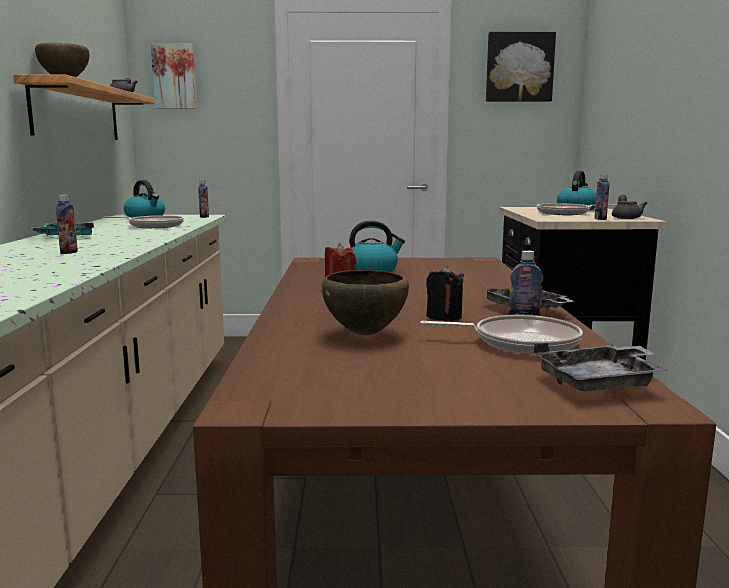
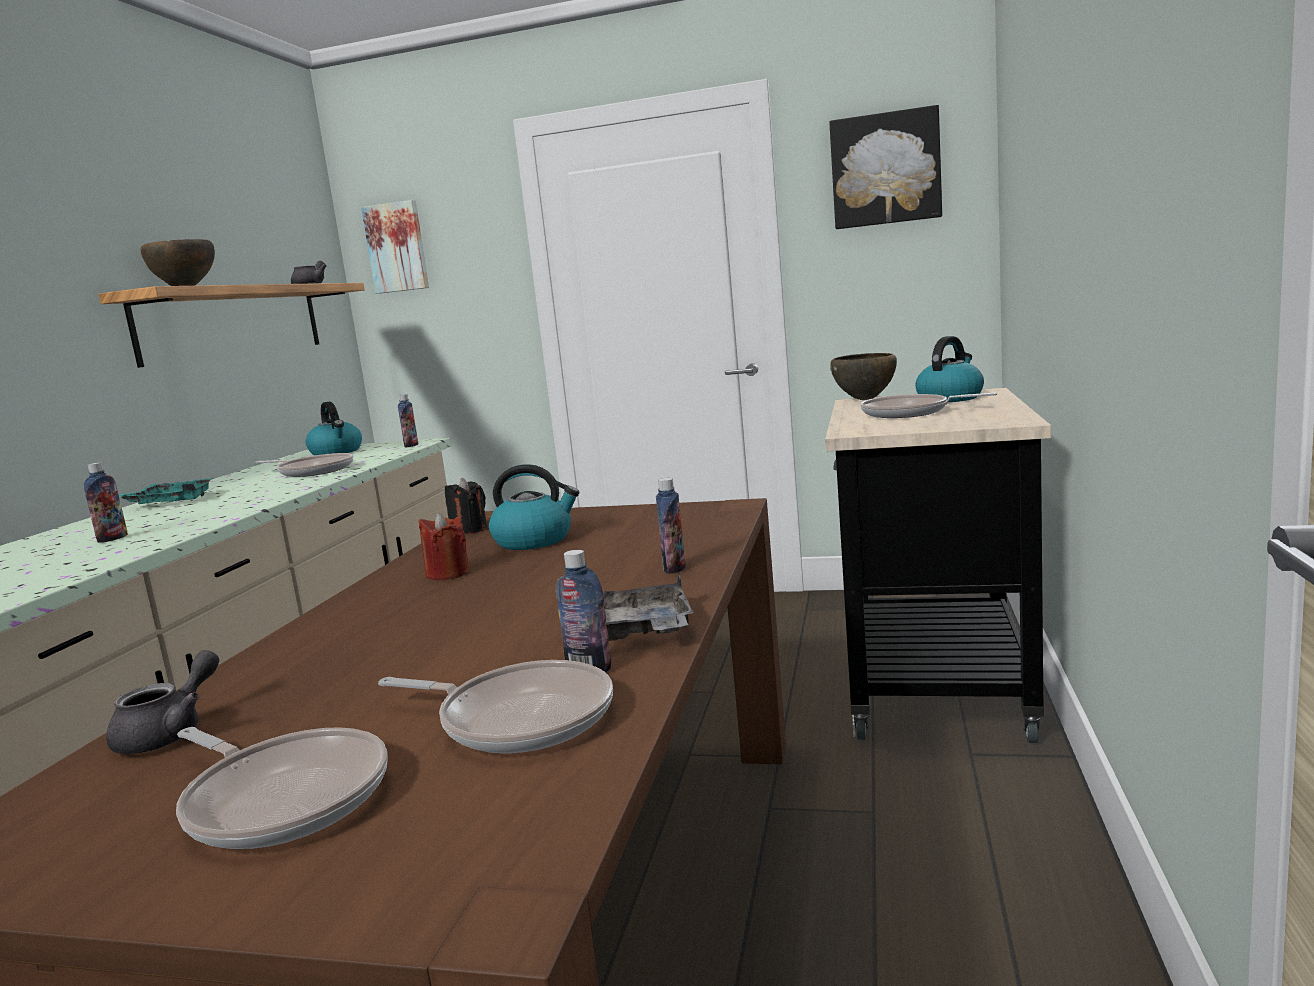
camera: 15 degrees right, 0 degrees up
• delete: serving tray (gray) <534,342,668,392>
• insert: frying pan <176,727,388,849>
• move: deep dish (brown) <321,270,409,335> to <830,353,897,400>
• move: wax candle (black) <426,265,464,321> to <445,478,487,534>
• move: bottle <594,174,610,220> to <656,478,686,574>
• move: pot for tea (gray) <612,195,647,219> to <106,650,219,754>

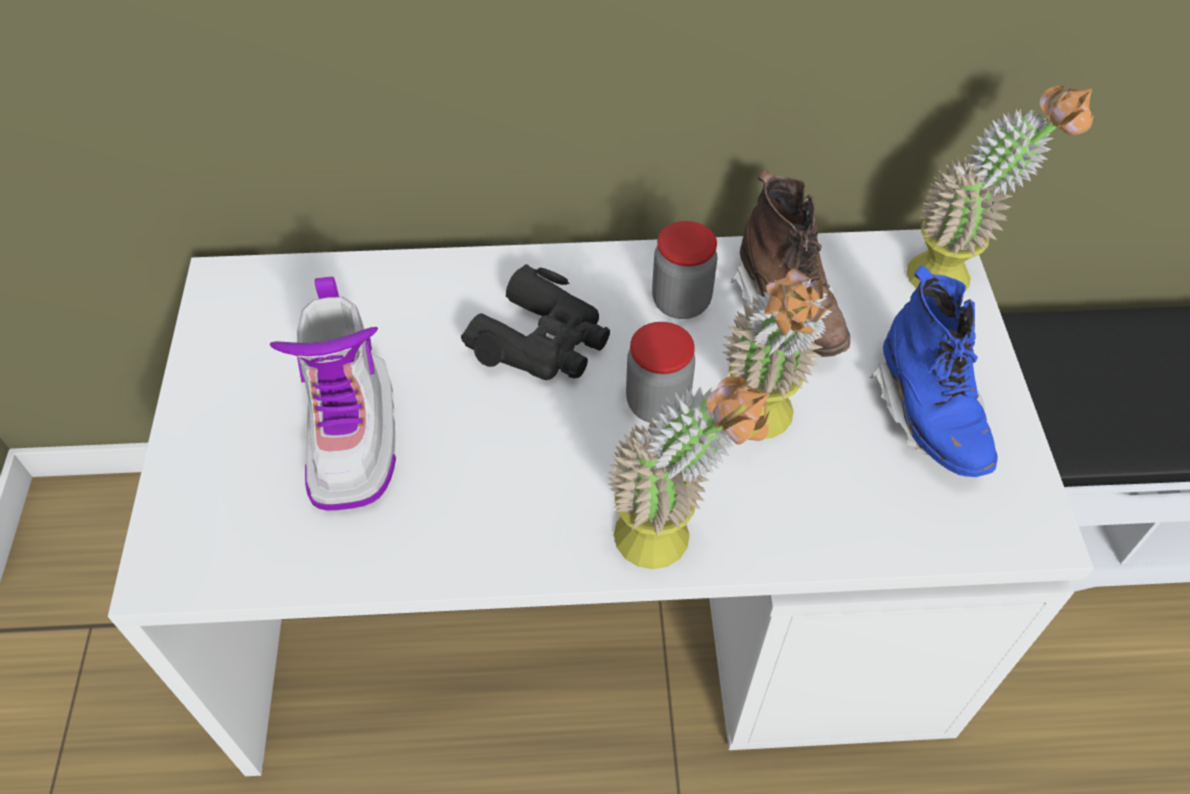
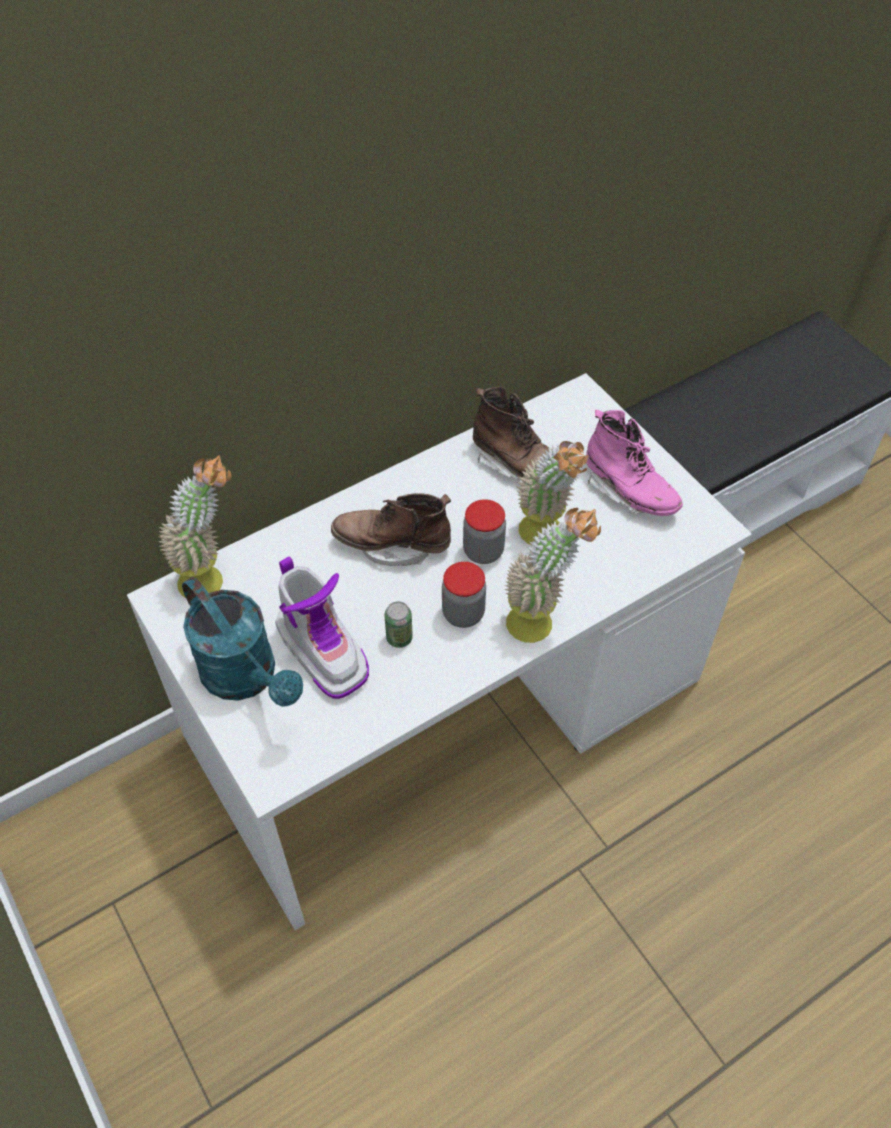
camera: 30 degrees left, 0 degrees up
• insert: sprinkling can (turquoise-coloured) <182,577,303,707>
• insert: sealed can <384,601,413,648>
• move: preserve jar <652,221,718,319> to <442,562,486,628>
• move: houseplant <906,86,1093,293> to <159,455,231,598>
• replace: field glasses (black) <461,264,610,380> to boot (brown) <331,493,451,566>
• recolor: boot (blue) <869,265,998,477> to boot (pink-coloured) <586,410,683,516>

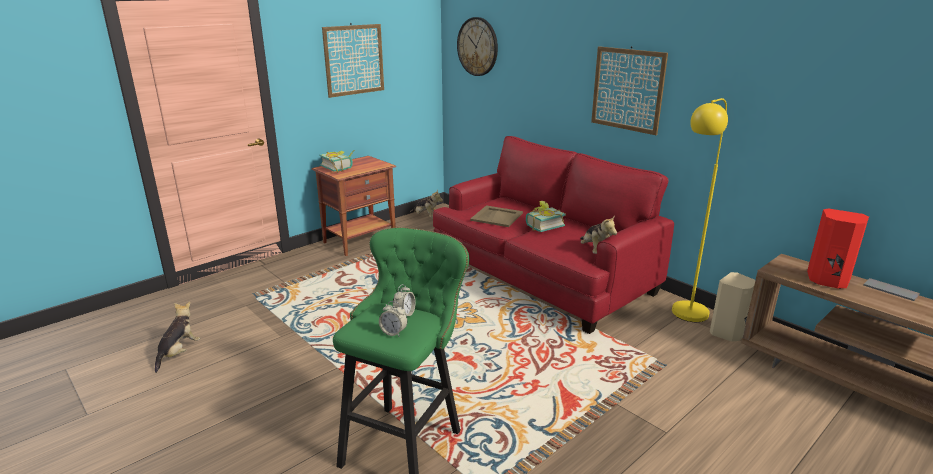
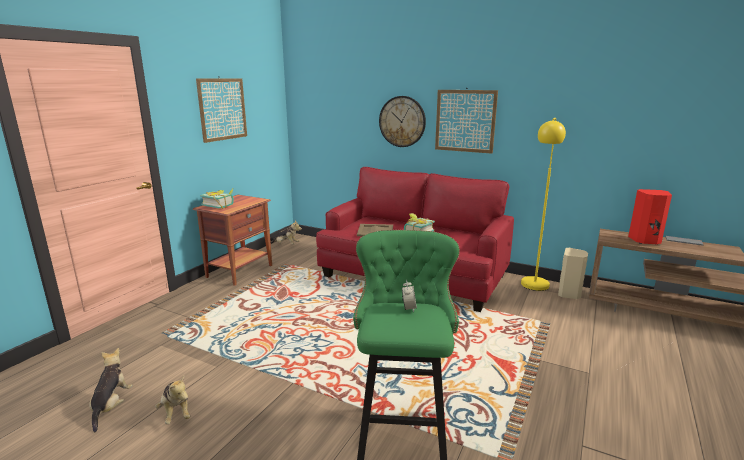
camera: 20 degrees left, 5 degrees down
• delete: table clock <379,301,407,337>
• move: clock on the wall <457,17,498,76> to <379,96,426,147>
• move: soft toy <580,215,617,254> to <155,376,190,424>

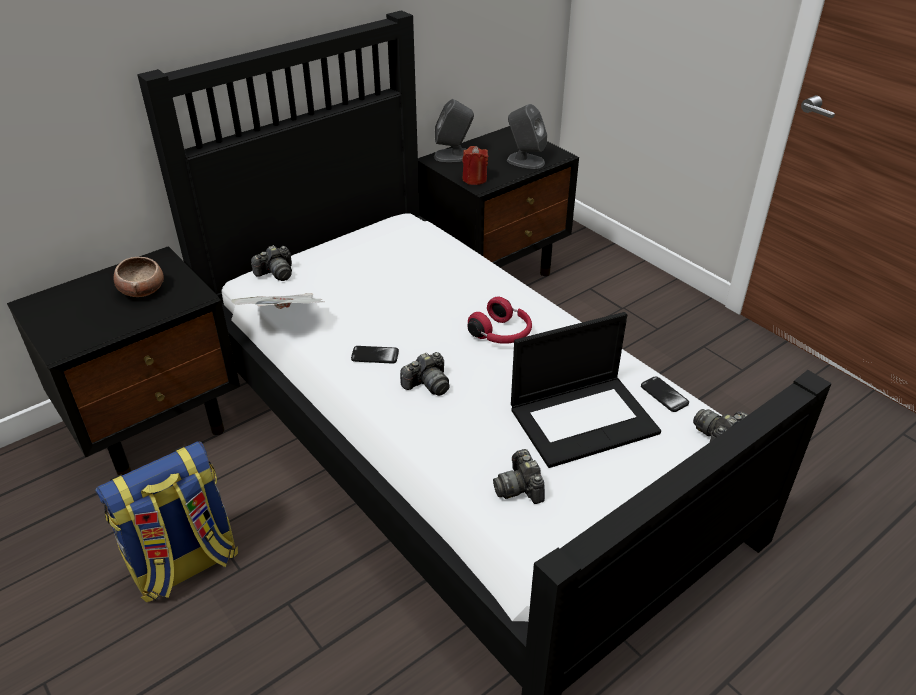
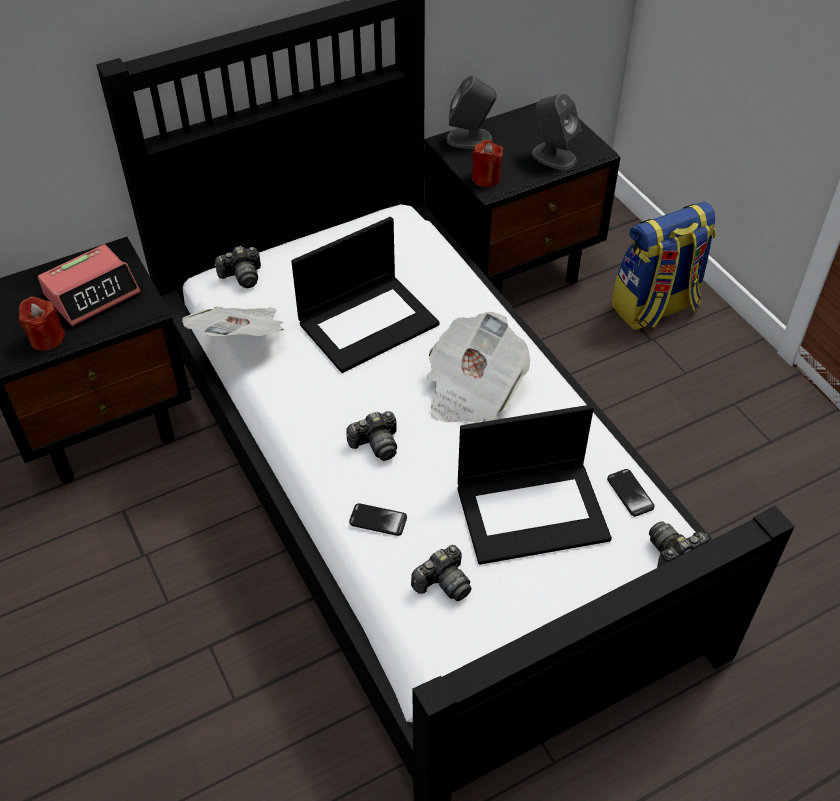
camera: 10 degrees right, 10 degrees up
• insert: wax candle (red) <18,296,65,351>
• insert: notebook computer <291,217,439,373>
• move: rucksack <95,441,238,602> to <612,202,716,330>
• move: telephone <351,346,399,364> to <349,503,407,536>
• replace: deep dish <113,257,164,297> to table clock <38,244,140,326>
• replace: pair of headphones (red) <467,297,532,344> to newspaper <427,312,530,423>
• rotate: still camera <493,449,545,504> = <411,545,472,601> 120 degrees counterclockwise

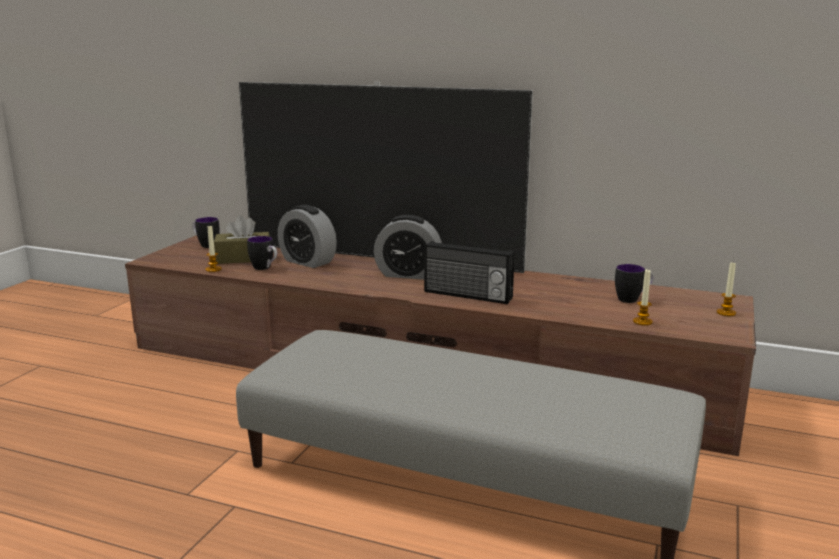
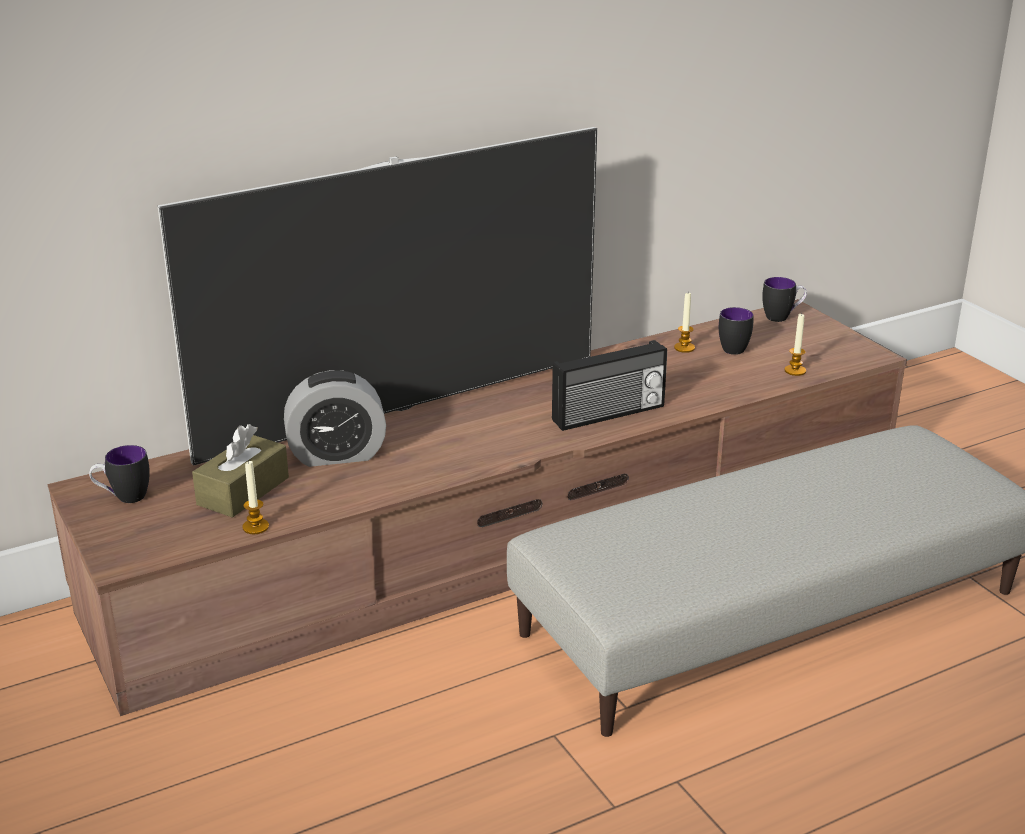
camera: 50 degrees left, 10 degrees up
• delete: table clock <374,215,442,280>
• move: mug <247,236,277,270> to <762,277,807,322>
• move: wax candle <717,263,736,316> to <674,293,695,353>

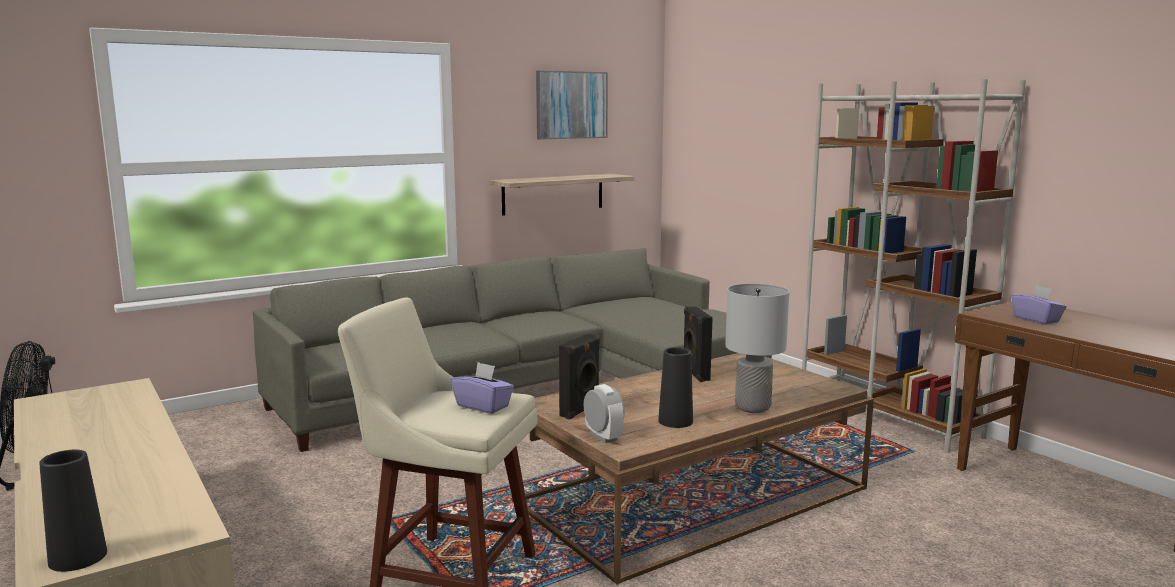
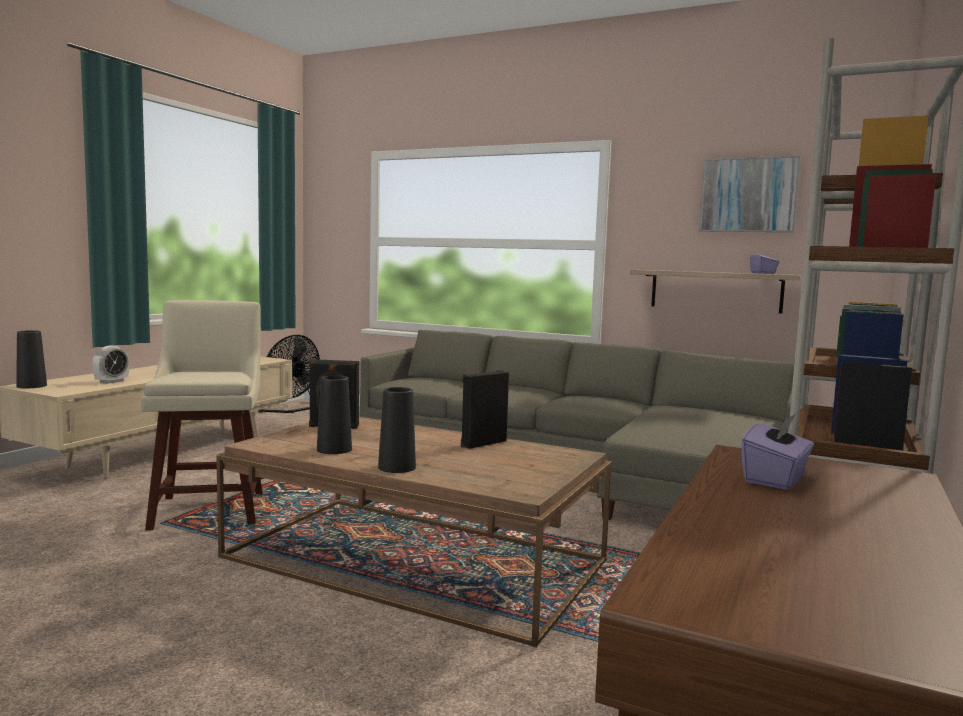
camera: 60 degrees right, 5 degrees down
• move: tissue holder (purple) <451,362,514,414> to <750,249,780,274>
• move: table clock <584,384,625,443> to <92,345,129,384>
• replace: tabletop lamp (gray) <725,283,789,413> to vase (black) <378,387,416,473>

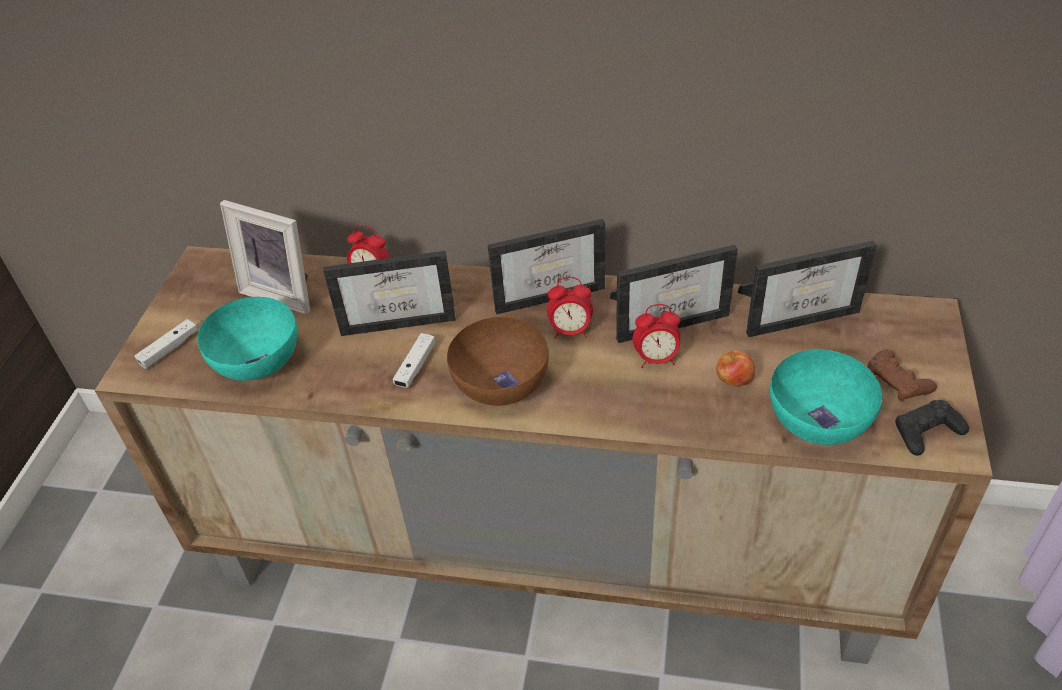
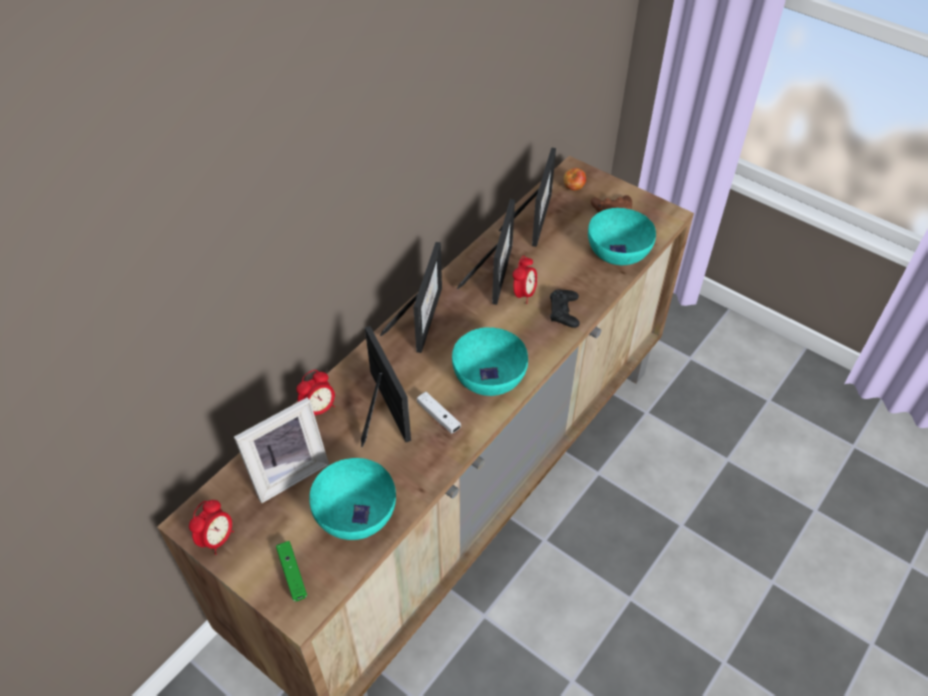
camera: 65 degrees left, 5 degrees up
• move: table clock <547,277,593,339> to <189,500,234,555>
• move: apple fruit <716,350,755,387> to <564,168,586,190>
• move: gamepad (black) <895,400,969,456> to <550,289,580,328>
• recolor: gamepad (white-coloured) <134,319,198,369> to gamepad (green-coloured) <276,541,307,601>
• recolor: deep dish (brown) <447,317,549,406> to deep dish (turquoise-coloured) <452,327,528,396>
• rotate: photo frame <323,251,456,336> = <361,326,411,448> 45 degrees counterclockwise

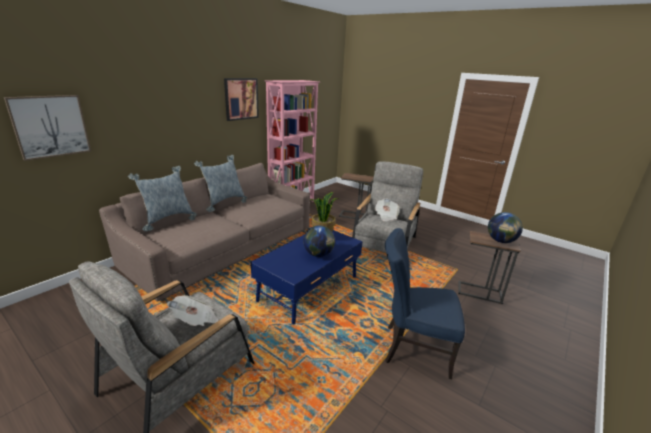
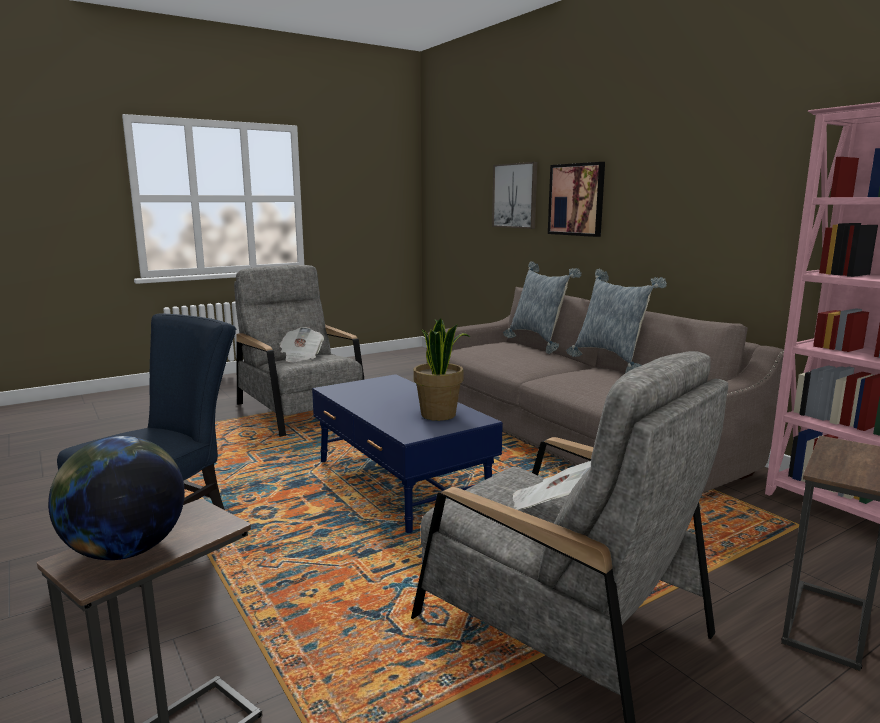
camera: 110 degrees right, 10 degrees down
• delete: globe <303,225,335,257>
• move: wall art <224,78,259,121> to <548,162,605,237>

